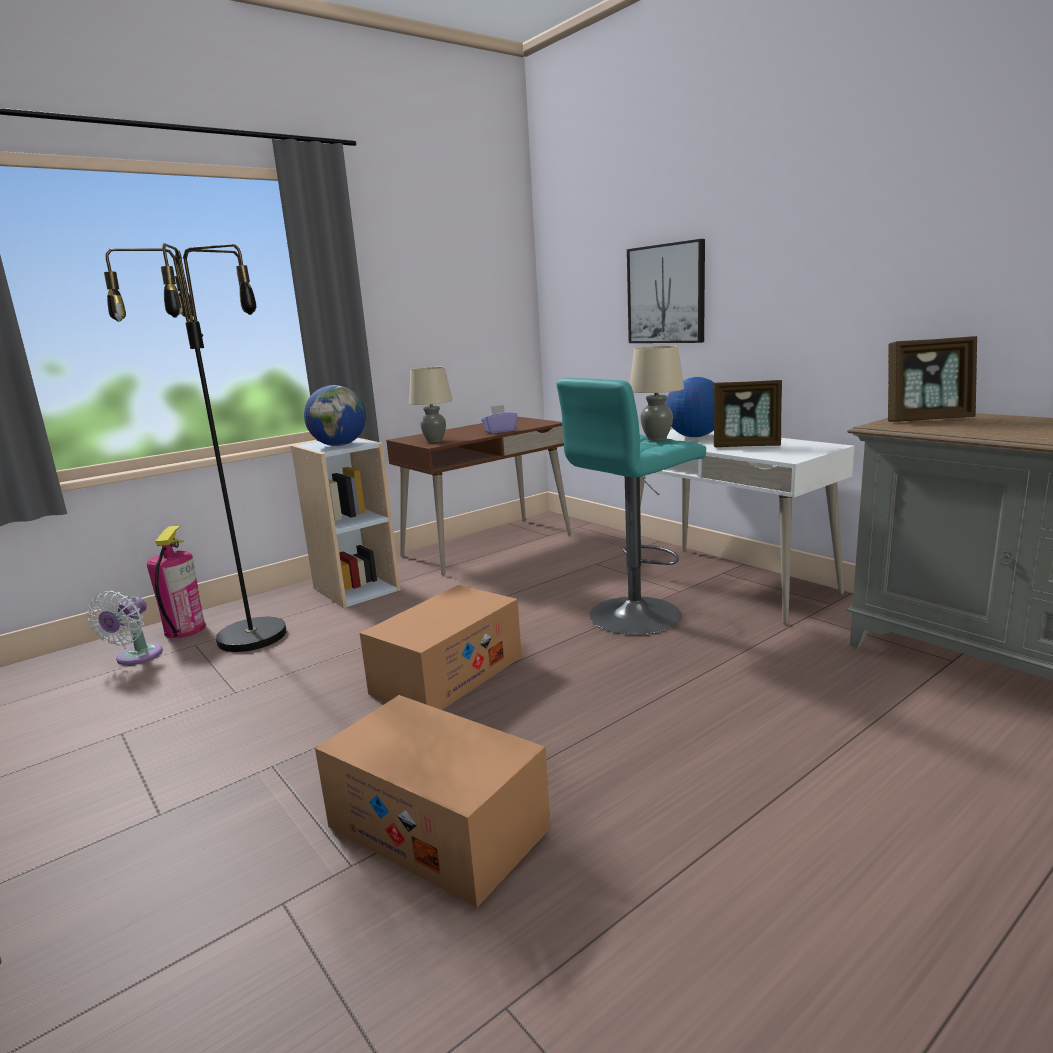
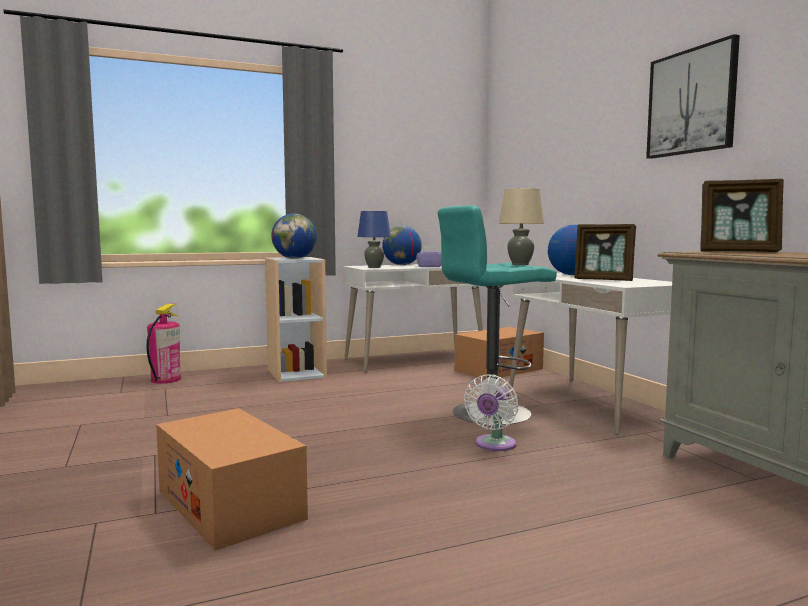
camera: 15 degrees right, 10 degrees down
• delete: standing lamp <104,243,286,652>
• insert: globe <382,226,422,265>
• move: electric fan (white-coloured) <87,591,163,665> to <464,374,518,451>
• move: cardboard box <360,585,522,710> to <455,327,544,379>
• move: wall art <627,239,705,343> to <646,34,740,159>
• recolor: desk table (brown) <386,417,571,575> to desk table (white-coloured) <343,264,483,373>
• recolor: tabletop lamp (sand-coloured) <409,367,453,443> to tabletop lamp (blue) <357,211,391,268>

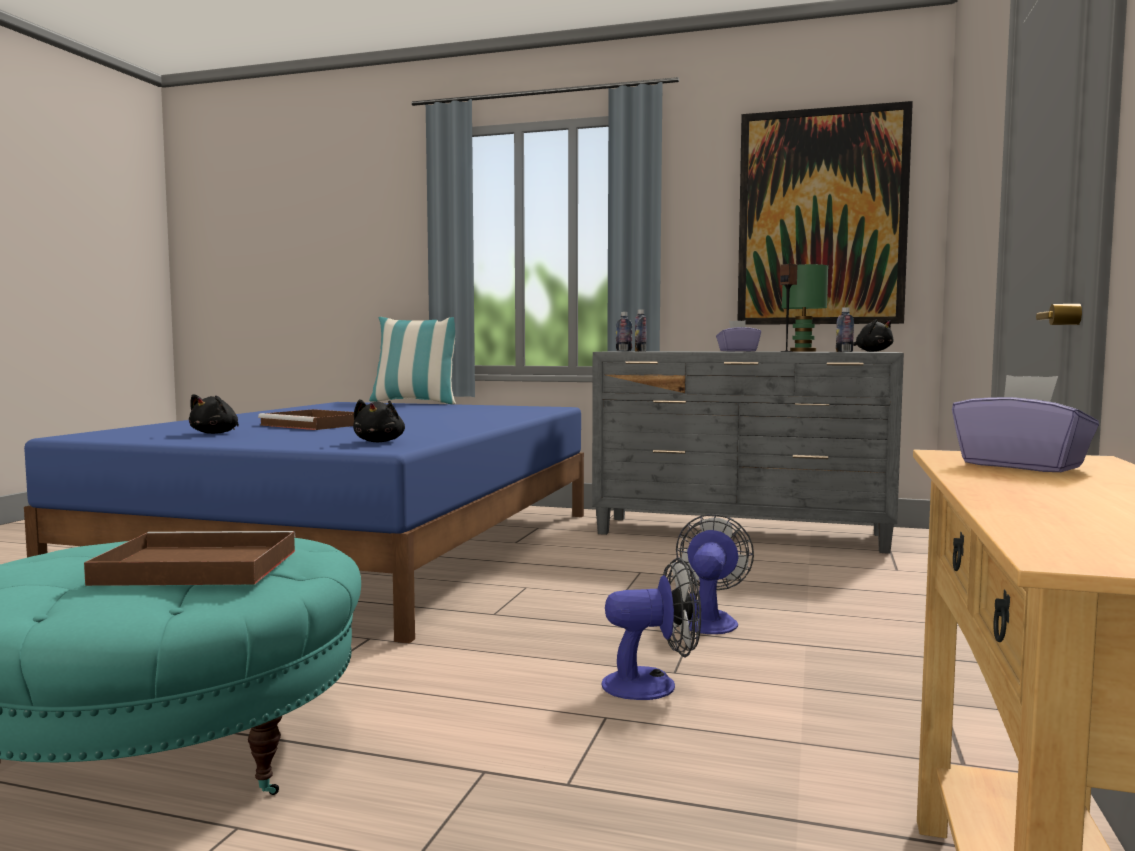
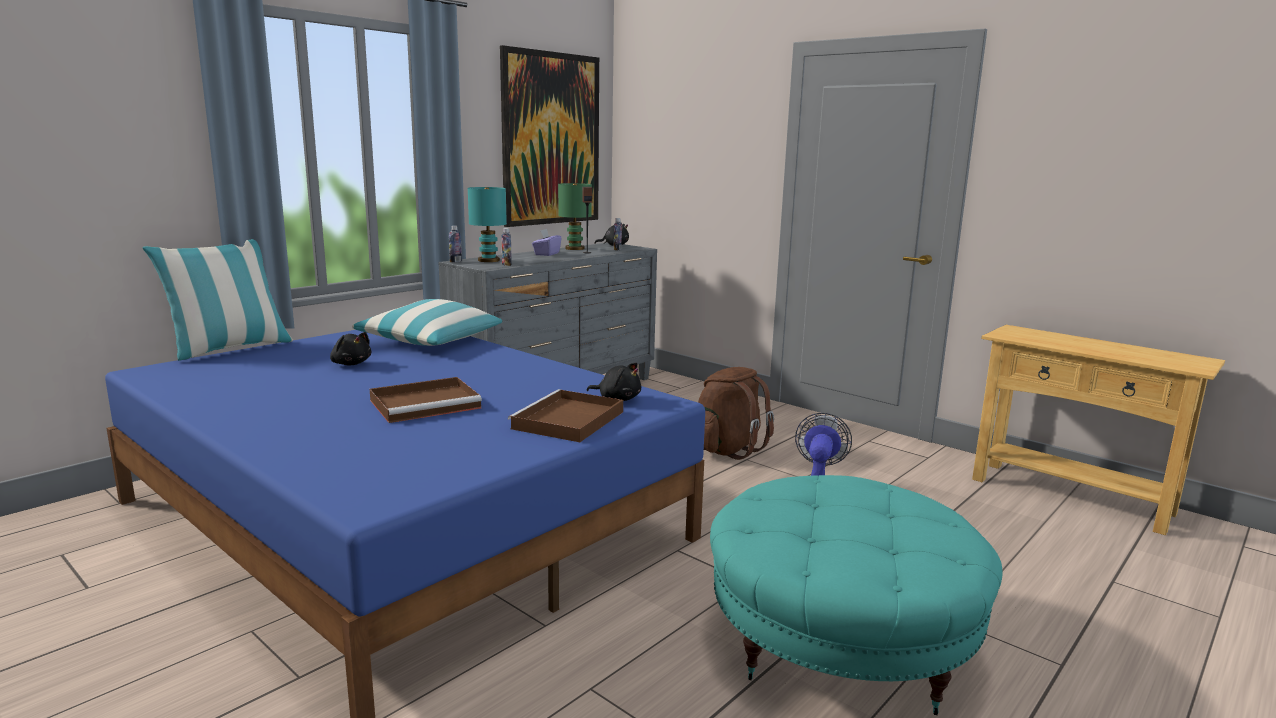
camera: 65 degrees left, 10 degrees up
• delete: tissue holder (purple) <952,375,1099,472>
• insert: throw pillow <352,299,502,346>
• insert: tabletop lamp (turquoise-coloured) <468,187,507,262>
• move: serving tray (brown) <84,531,296,586> to <508,389,623,442>
• move: soft toy (black) <189,394,239,434> to <330,332,371,365>
• replace: electric fan <676,514,754,634> to rucksack (brown) <698,367,774,460>

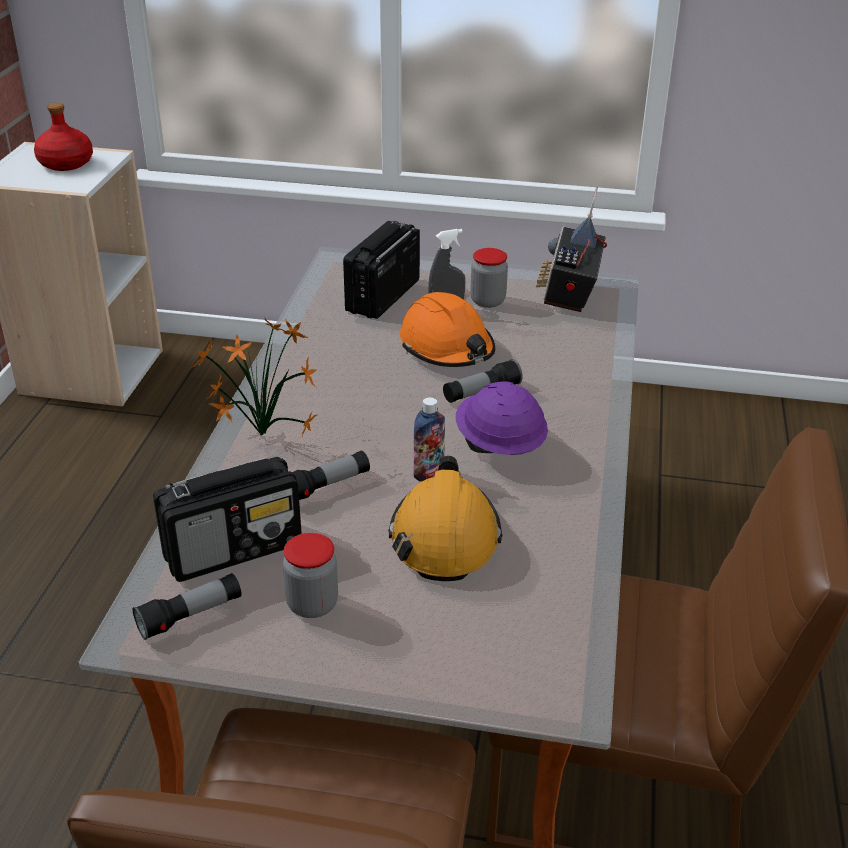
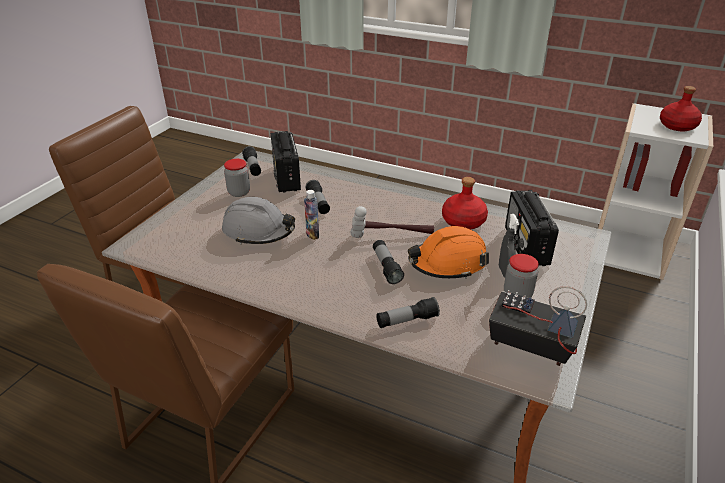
camera: 105 degrees right, 0 degrees up
• delete: houseplant <191,317,317,438>
• delete: hard hat (purple) <456,381,548,455>
• insert: hammer <351,206,434,238>
• insert: flashlight <376,297,440,328>
• insert: bottle (red) <442,177,488,229>
• recolor: hard hat (orangey) <388,456,502,581> to hard hat (gray) <222,197,295,245>
• rotate: radio <343,221,420,319> = <505,190,559,266> 135 degrees counterclockwise

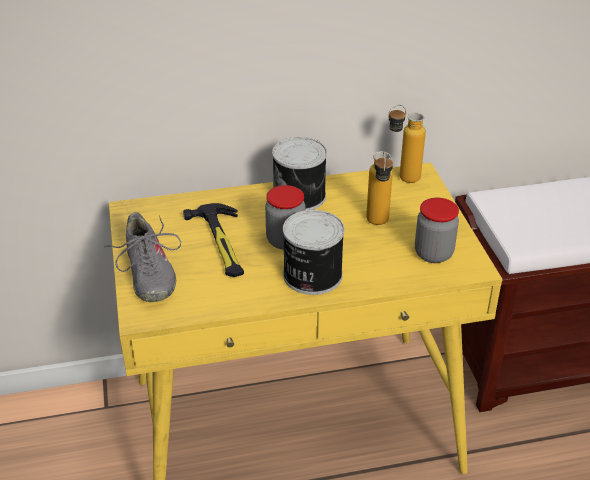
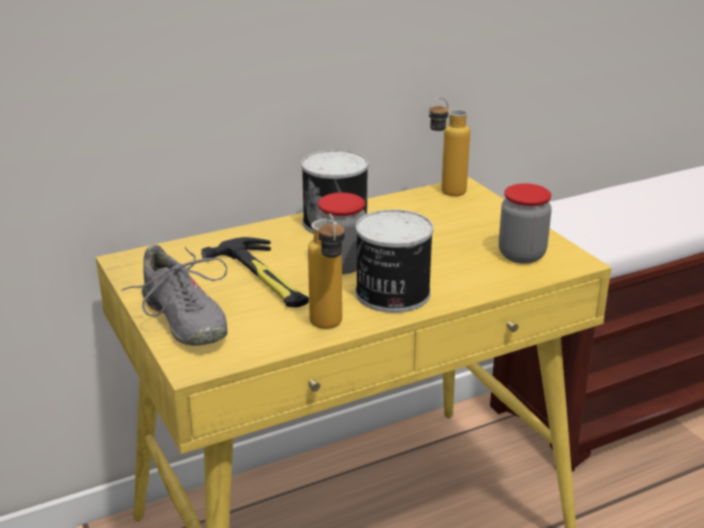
camera: 15 degrees left, 10 degrees down
• move: bottle <366,151,393,225> to <308,213,345,329>

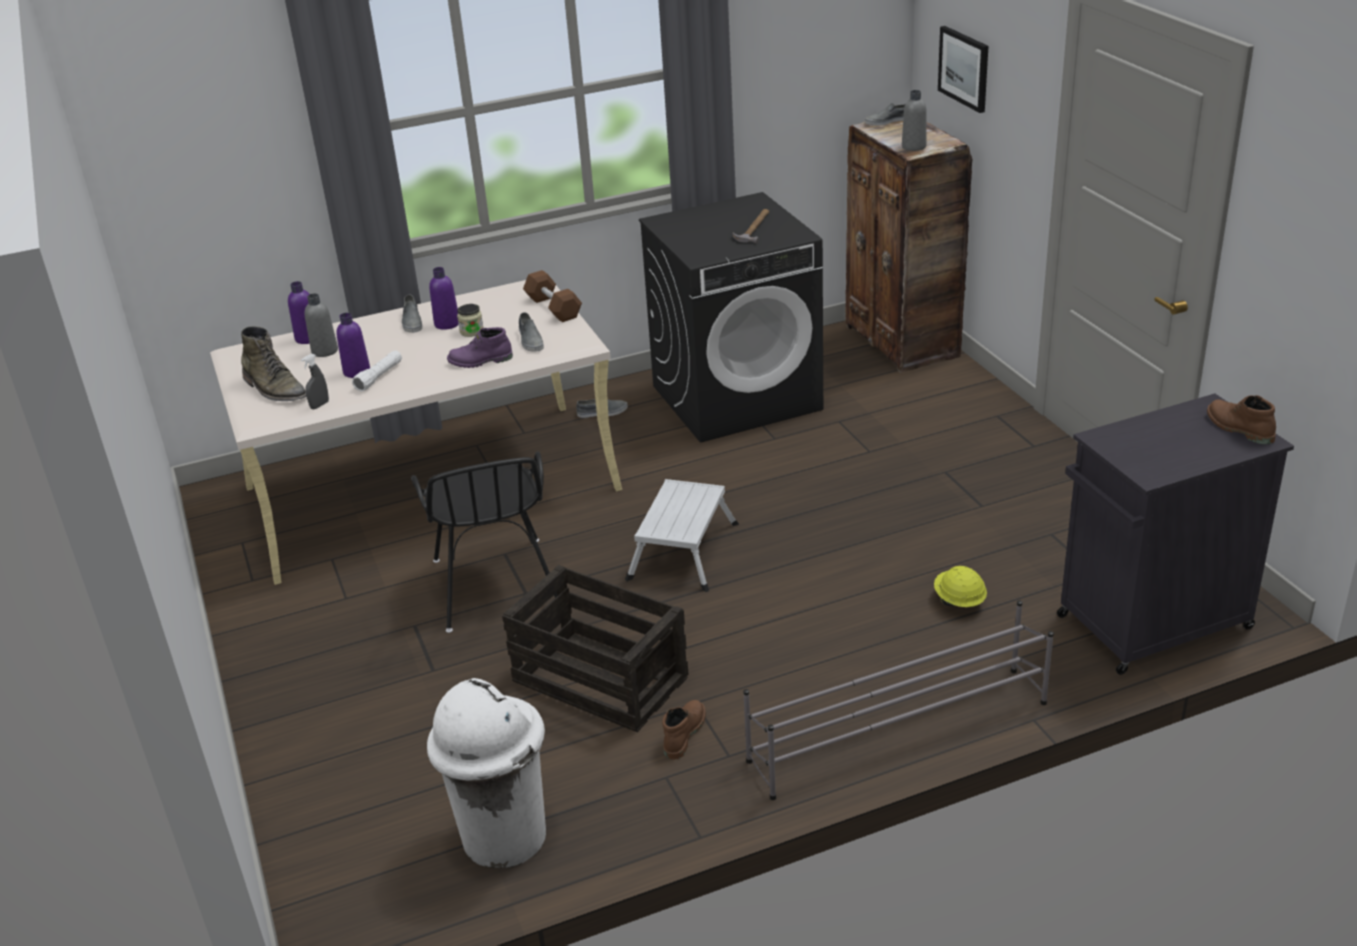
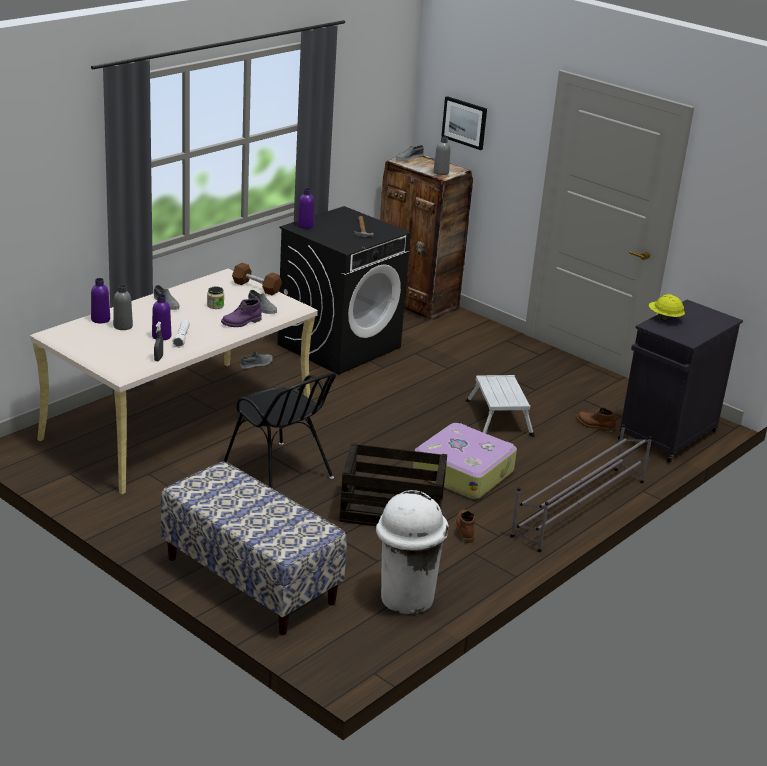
camera: 30 degrees left, 5 degrees down
• delete: boot (green-coloured) <241,326,306,401>
• insert: indoor bench <161,461,347,635>
• insert: suitcase <413,423,517,499>
• move: bottle (purple) <429,267,459,330> to <298,188,314,229>
• move: step ladder (white-coloured) <625,479,739,592> to <466,375,535,437>
• move: hard hat (yellow) <934,566,987,607> to <649,294,685,320>
• move: boot (brown) <1207,395,1276,444> to <576,407,616,433>

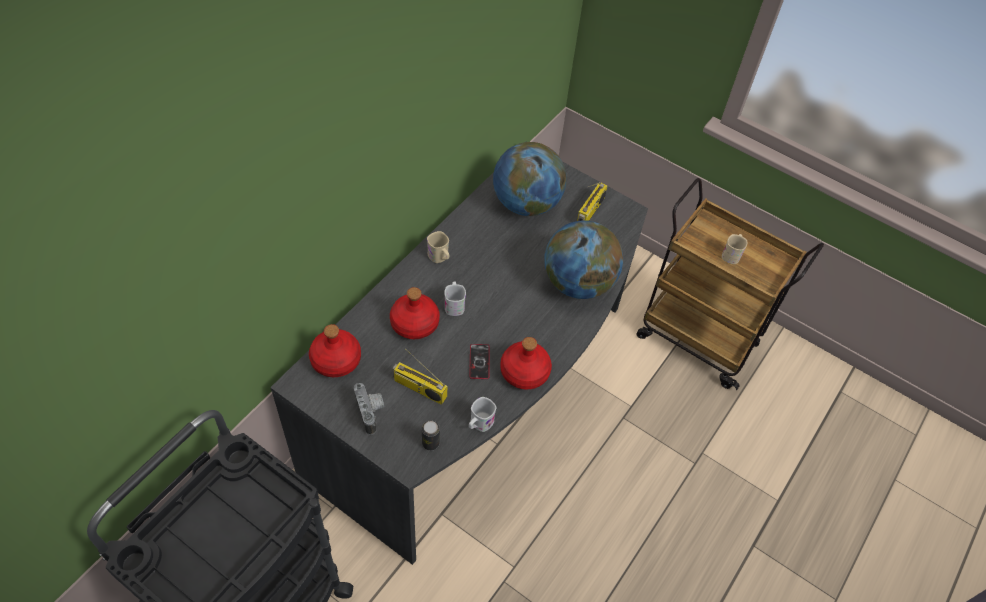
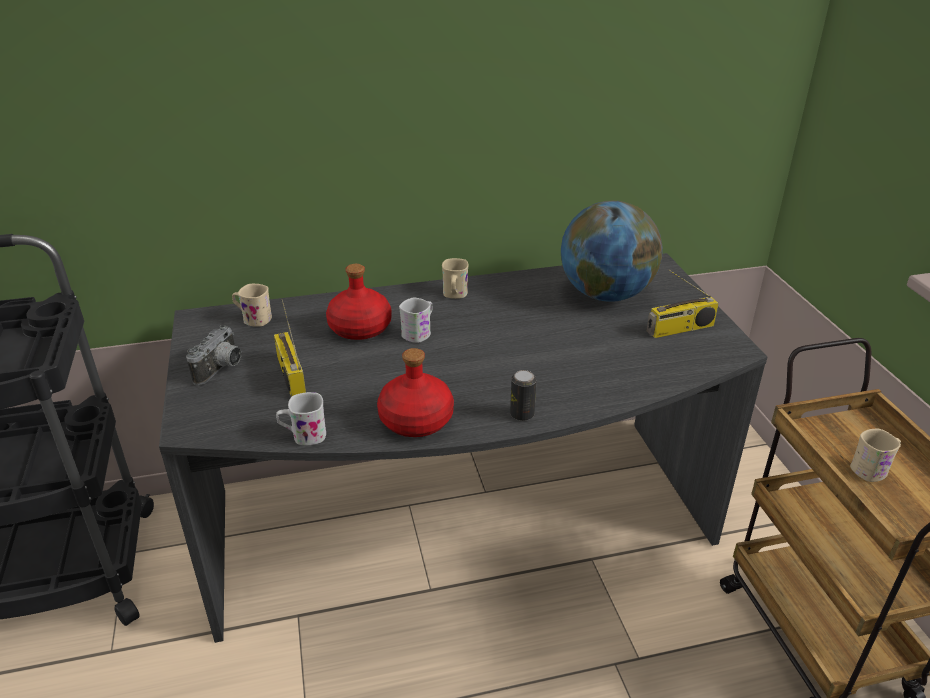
camera: 45 degrees right, 20 degrees down
• delete: telephone <469,344,489,379>
• delete: globe <544,220,623,299>
• move: sealed can <422,421,440,451> to <510,370,537,421>
• replace: bottle (red) <309,324,361,377> to mug (sand-coloured) <232,284,272,327>

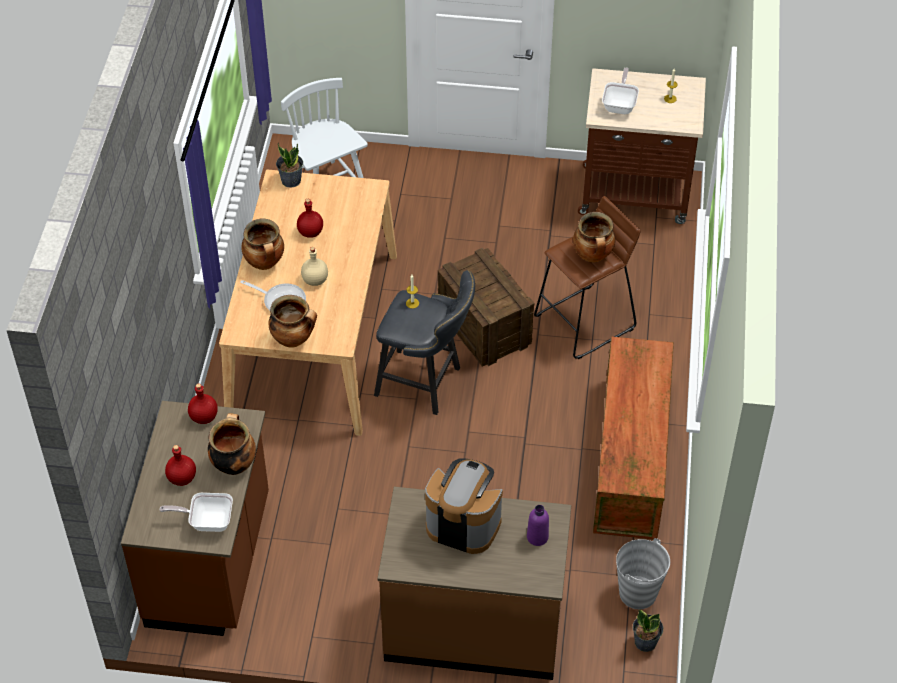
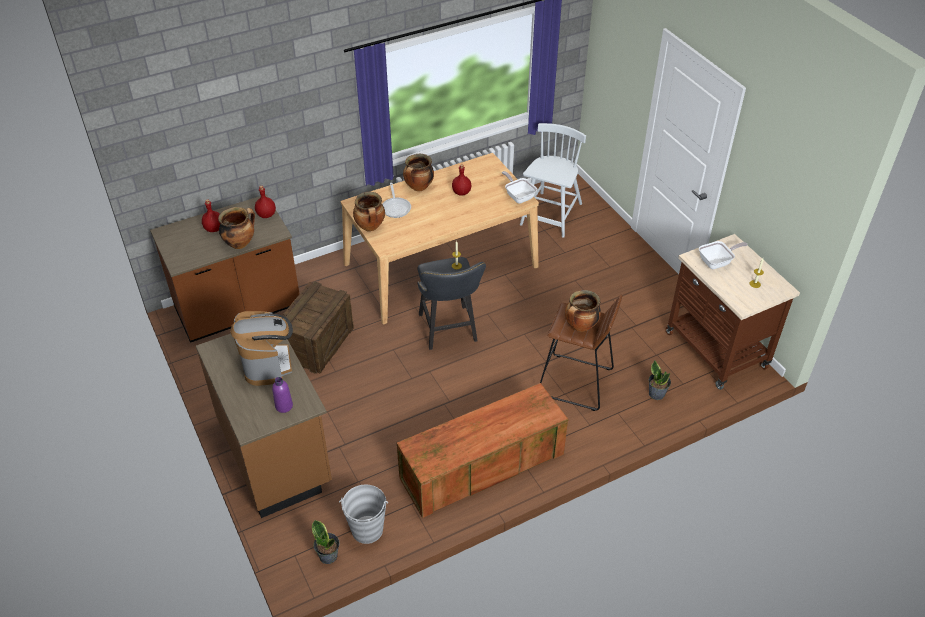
camera: 55 degrees right, 5 degrees down
• delete: bottle (sand-coloured) <301,247,328,286>
• move: frying pan <160,493,233,532> to <502,171,537,204>
• move: houseplant <276,143,303,188> to <649,360,671,400>
• move: packing crate <438,248,534,366> to <282,281,354,374>

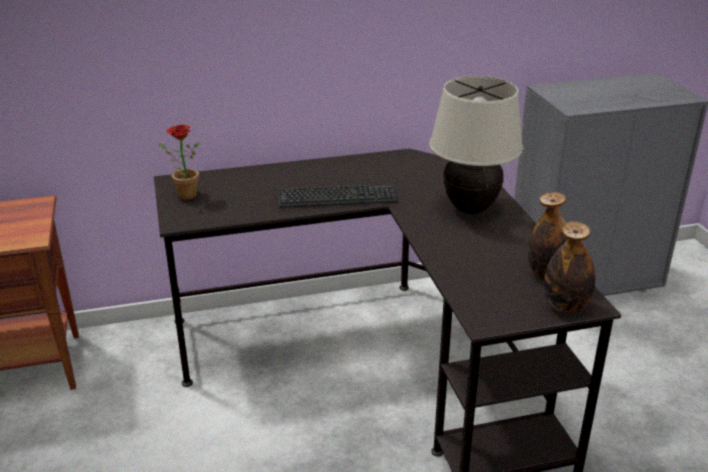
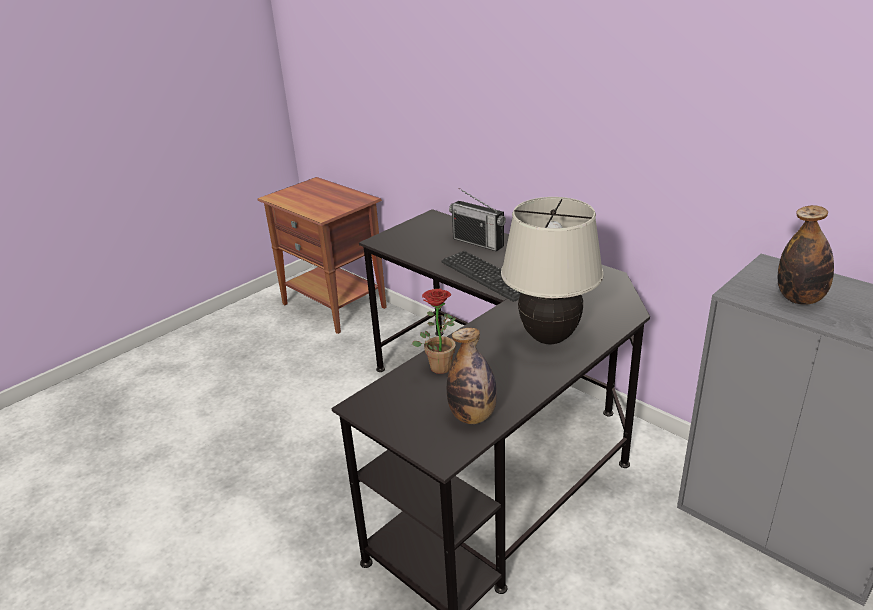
camera: 60 degrees right, 0 degrees up
• insert: radio <449,188,506,251>
• move: houseplant <158,124,200,200> to <412,289,456,374>
• move: bottle <544,221,595,313> to <778,205,834,305>

